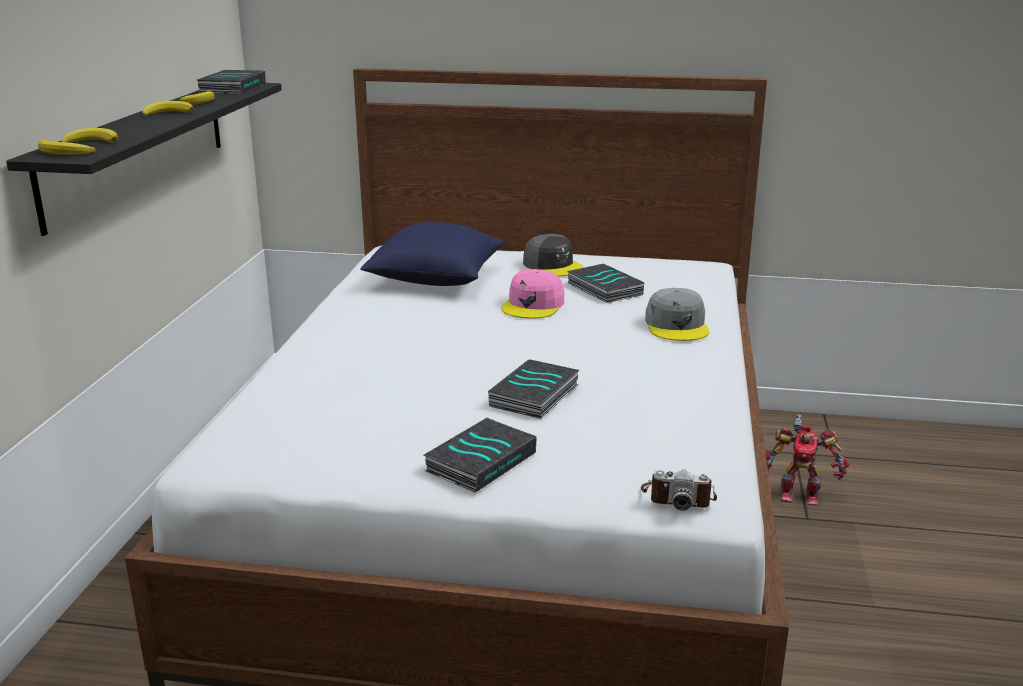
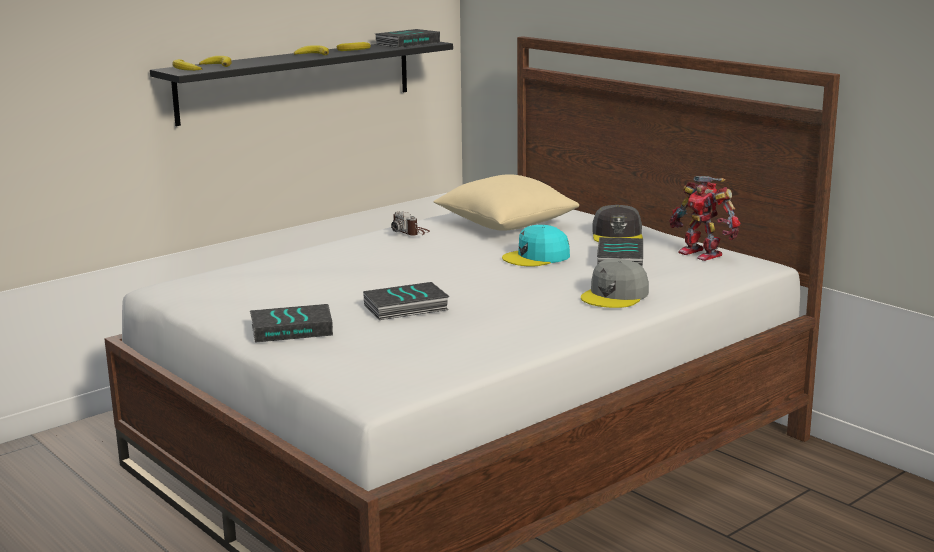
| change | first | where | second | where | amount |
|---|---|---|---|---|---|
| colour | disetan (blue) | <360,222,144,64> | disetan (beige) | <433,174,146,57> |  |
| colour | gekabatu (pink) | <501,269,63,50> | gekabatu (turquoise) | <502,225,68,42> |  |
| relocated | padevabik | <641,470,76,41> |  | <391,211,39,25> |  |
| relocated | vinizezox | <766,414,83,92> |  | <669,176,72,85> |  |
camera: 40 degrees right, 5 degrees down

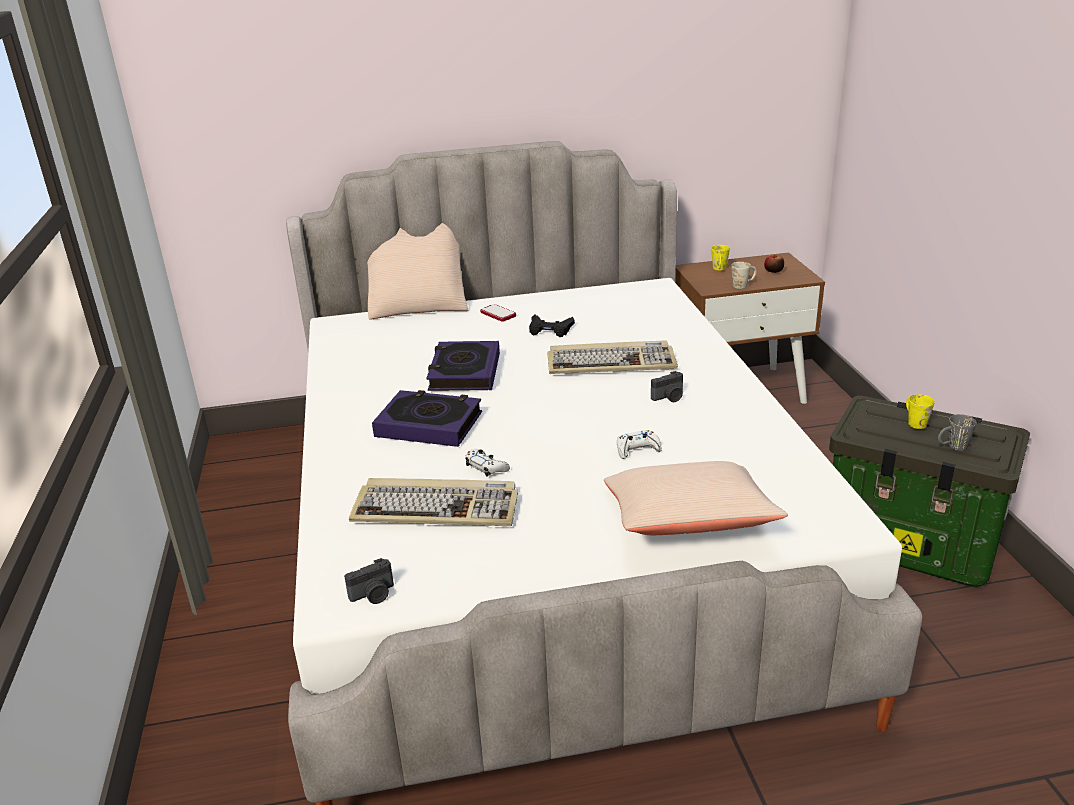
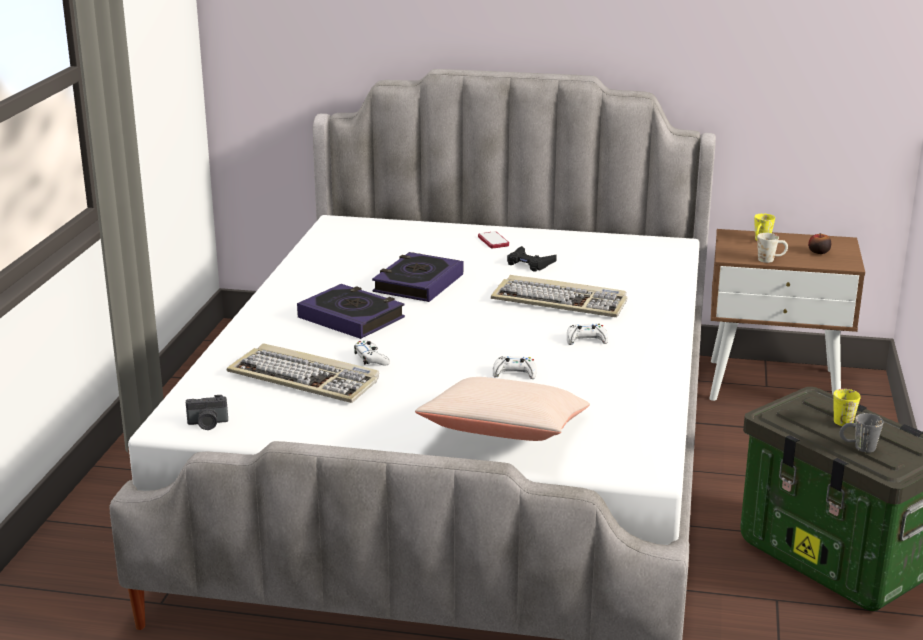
| change | first | where | second | where | amount |
|---|---|---|---|---|---|
| missing | disetan (beige) | <367,223,101,96> |  |  |  |
| exchanged | padevabik | <651,371,32,31> | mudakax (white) | <567,324,41,21> |  |
camera: 20 degrees right, 5 degrees down

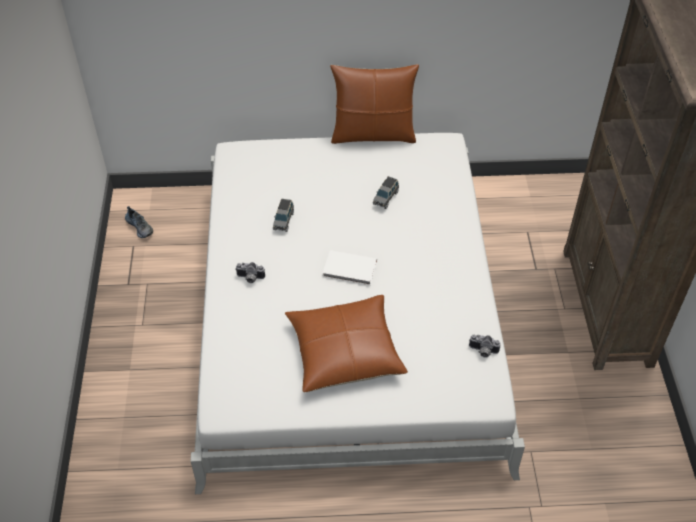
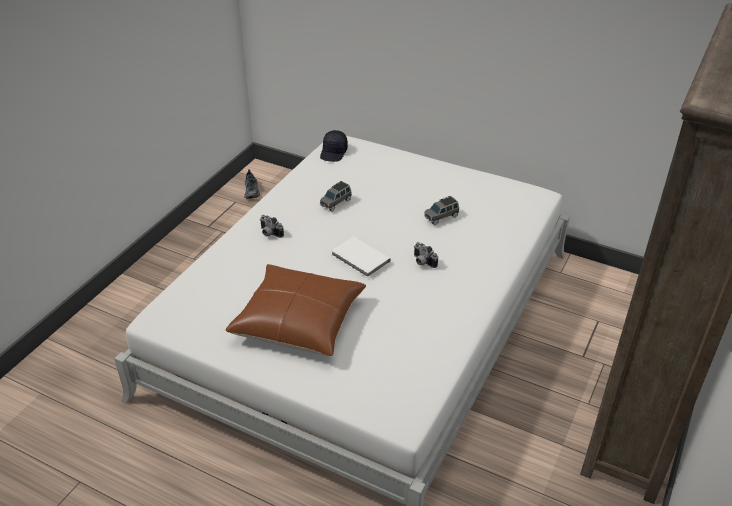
| change | first | where | second | where | amount |
|---|---|---|---|---|---|
| missing | disetan (brown) | <330,64,89,80> |  |  |  |
| relocated | padevabik | <469,335,32,23> |  | <414,242,24,26> |  |
| appeared |  |  | gekabatu (black) | <320,130,28,32> |  |
camera: 30 degrees right, 10 degrees down

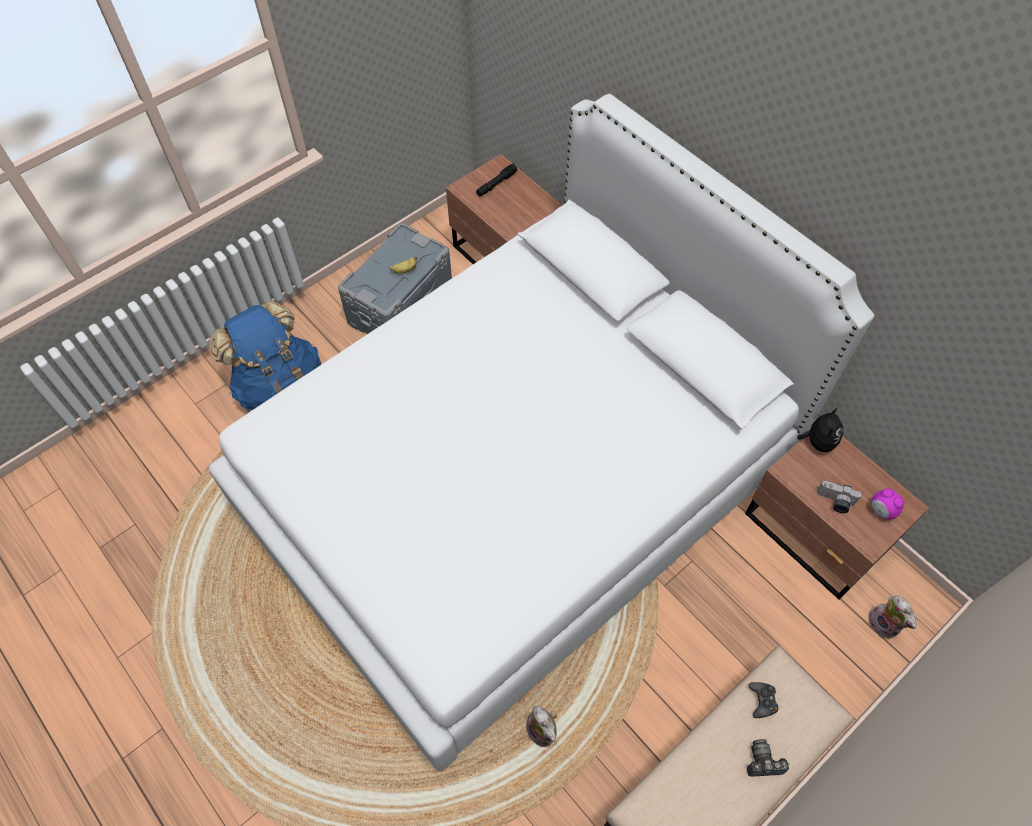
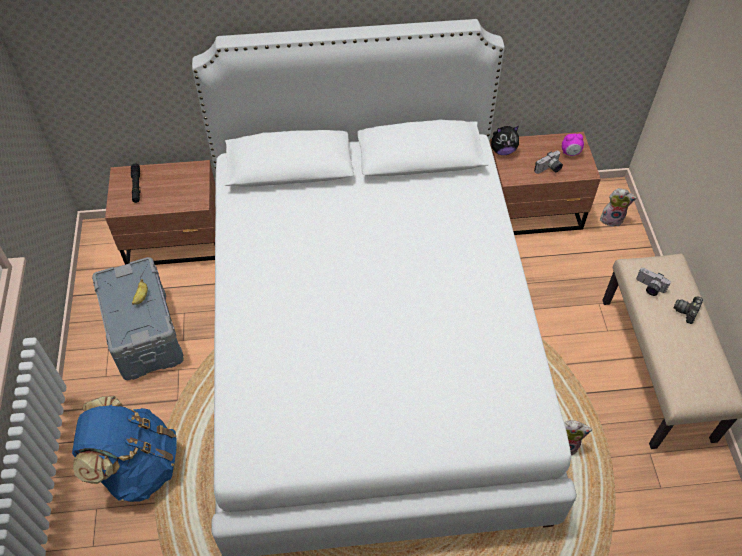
| change | first | where | second | where | amount |
|---|---|---|---|---|---|
| exchanged | mudakax (black) | <748,682,30,36> | padevabik | <636,268,35,28> |  |
| spun | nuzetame | <797,408,47,44> |  | <491,126,28,29> | 120 degrees clockwise |
camera: 55 degrees left, 5 degrees down

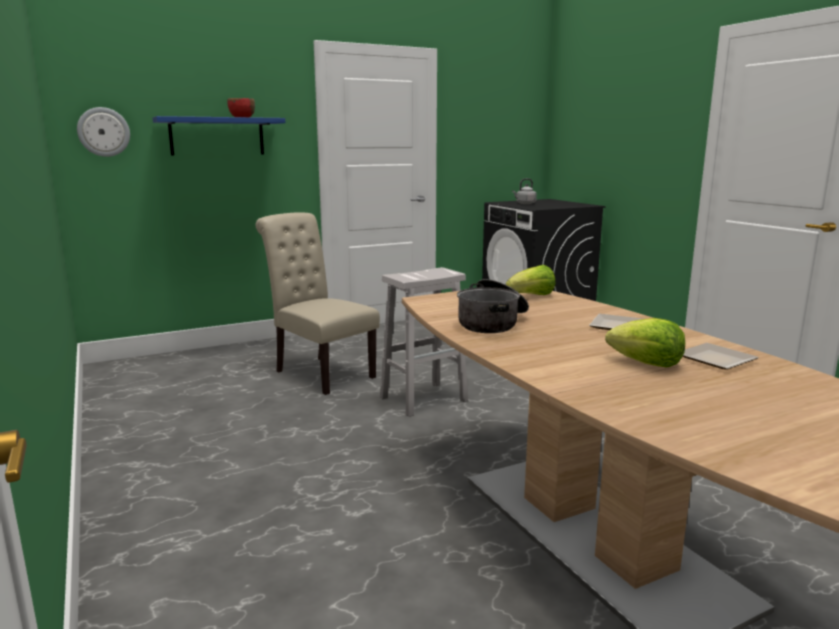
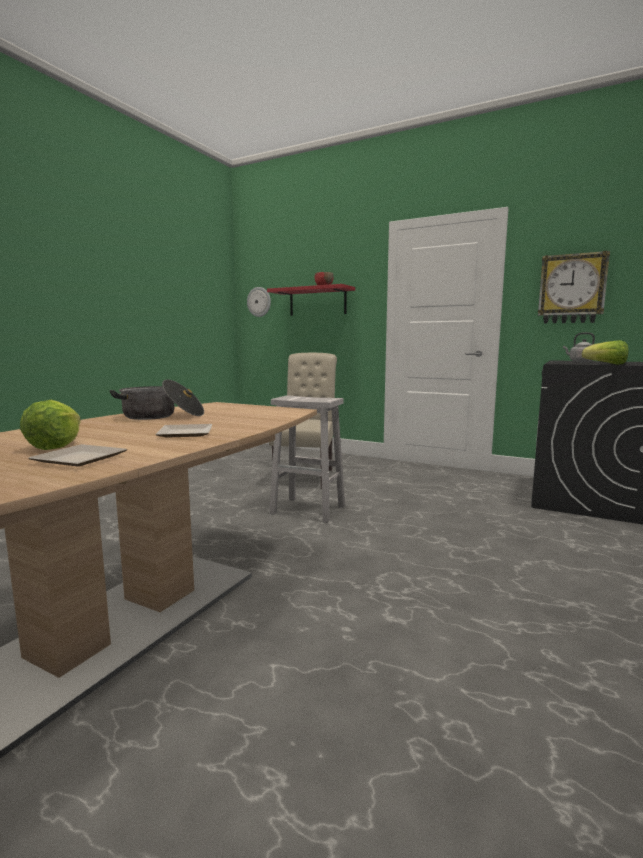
| change | first | where | second | where | amount |
|---|---|---|---|---|---|
| colour | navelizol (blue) | <152,116,133,40> | navelizol (red) | <267,284,88,32> |  |
| relocated | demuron | <506,265,50,30> |  | <582,340,47,25> |  |
| appeared |  |  | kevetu | <538,251,72,73> |  |
camera: 55 degrees right, 5 degrees down

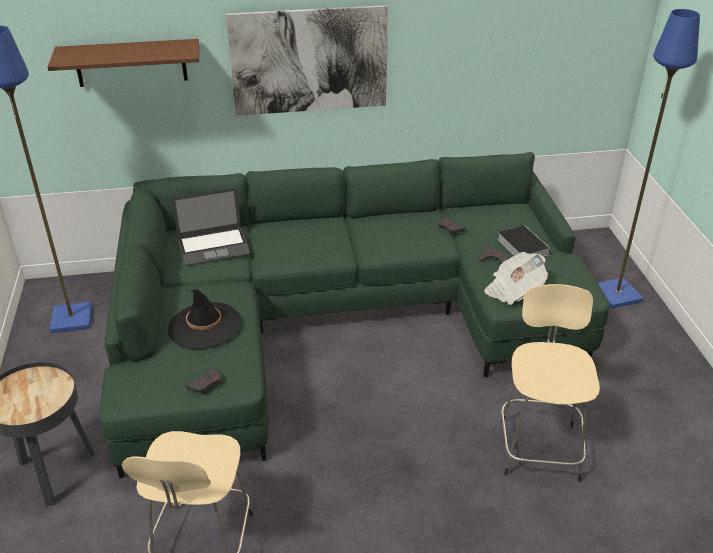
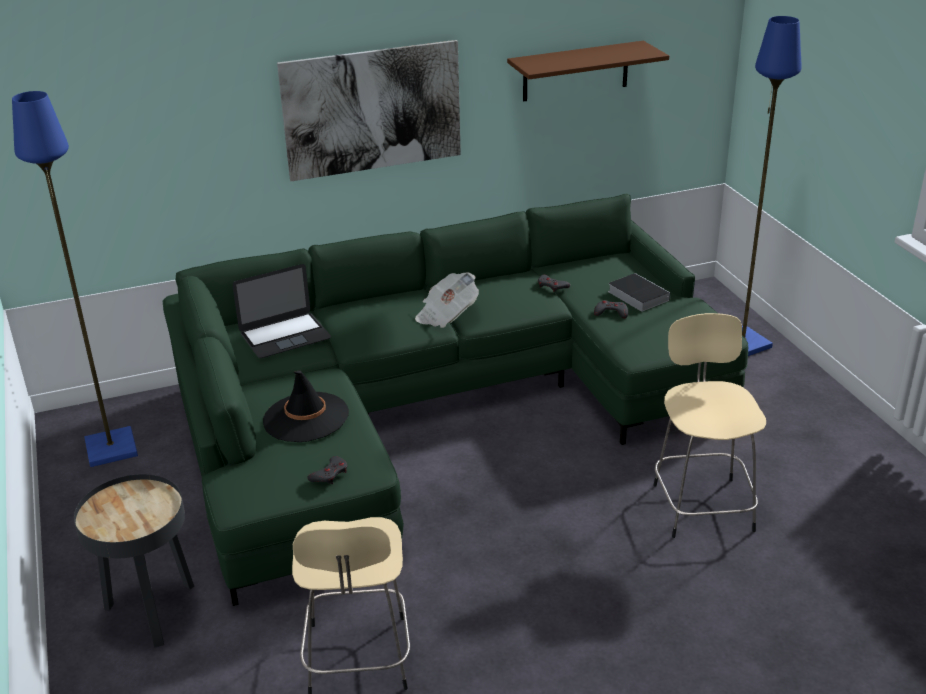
| change | first | where | second | where | amount |
|---|---|---|---|---|---|
| relocated | navelizol (brown) | <48,39,151,48> |  | <507,41,162,60> |  |
| relocated | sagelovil | <484,252,64,53> |  | <415,272,64,56> |  |
camera: 10 degrees left, 5 degrees down

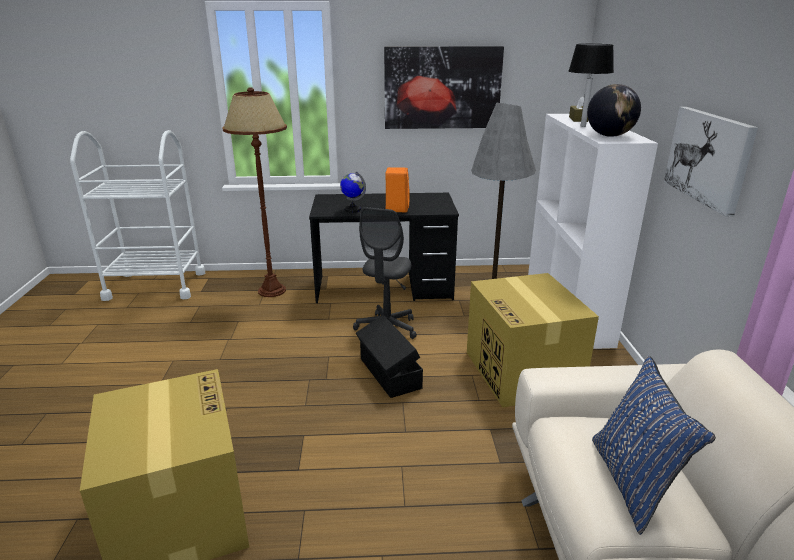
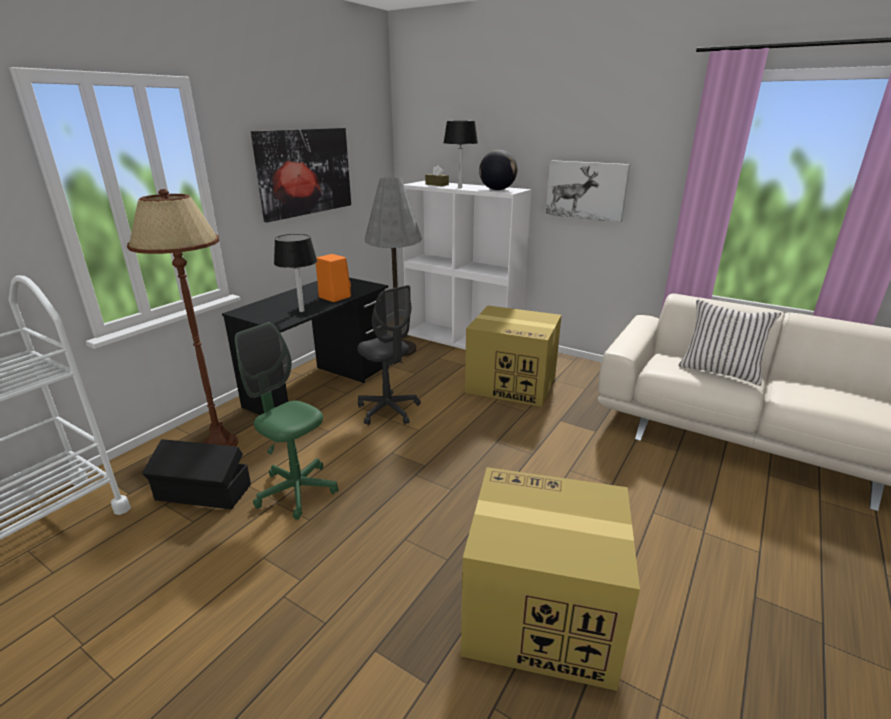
| change | first | where | second | where | amount |
|---|---|---|---|---|---|
| exchanged | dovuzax | <340,171,26,42> | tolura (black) | <274,234,43,78> |  |
| relocated | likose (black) | <356,315,67,83> |  | <142,439,109,70> |  |
| colour | disetan (blue) | <592,356,124,179> | disetan (white) | <678,299,103,87> |  |
| appeared |  |  | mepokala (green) | <235,322,103,198> |  |
camera: 55 degrees left, 0 degrees up

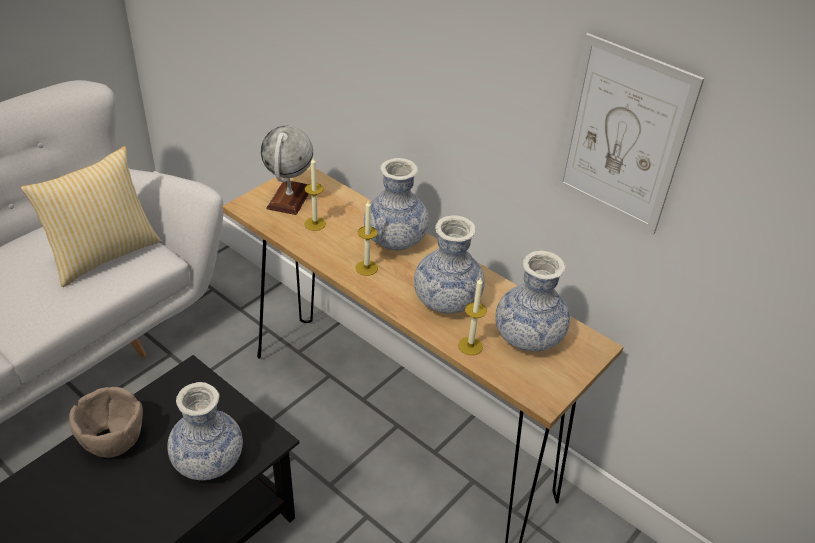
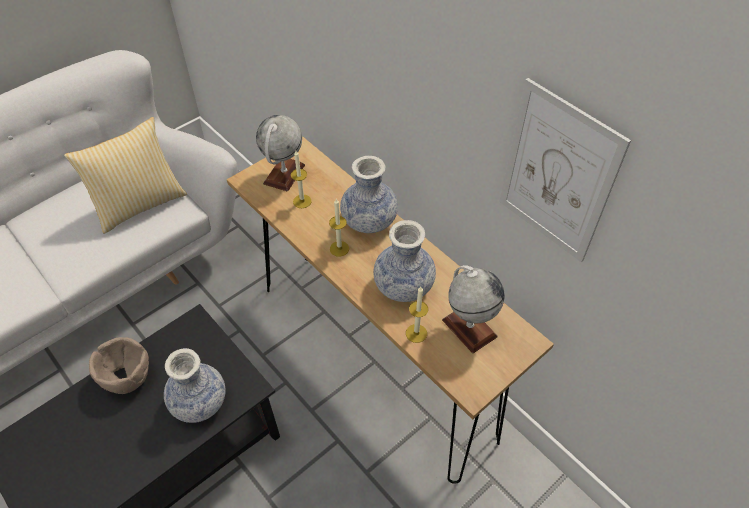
| change | first | where | second | where | amount |
|---|---|---|---|---|---|
| exchanged | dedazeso | <495,251,75,100> | dovuzax | <442,265,63,88> |  |
camera: 10 degrees right, 10 degrees up

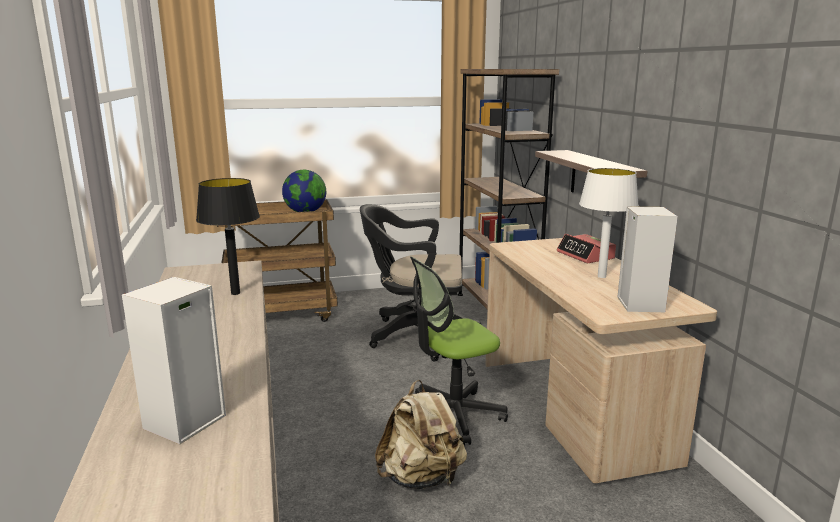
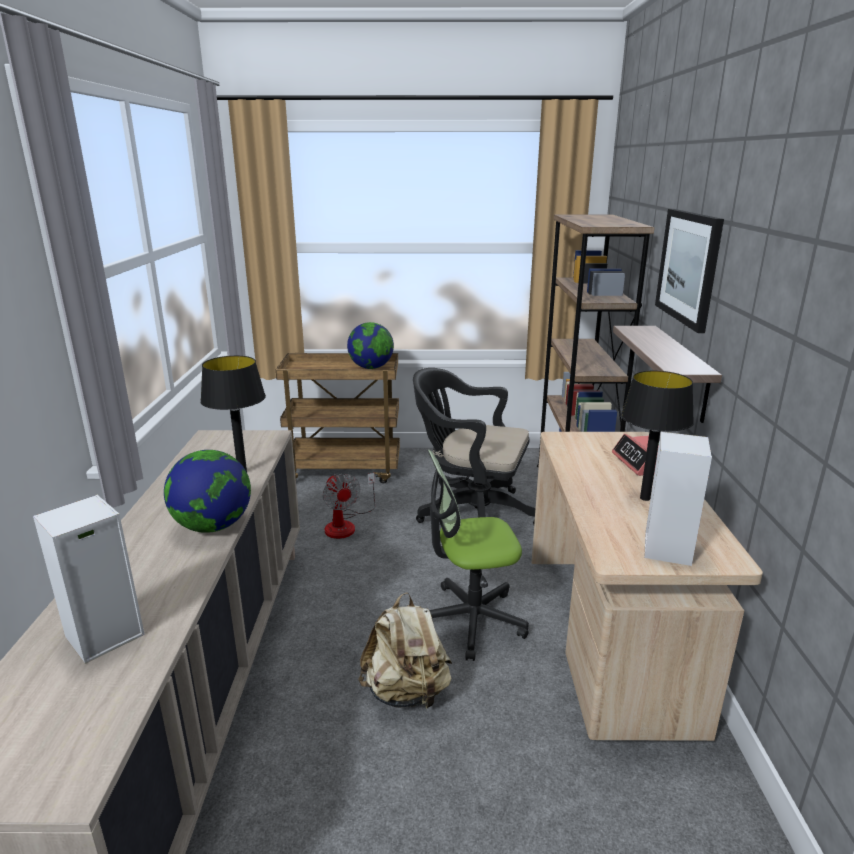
| change | first | where | second | where | amount |
|---|---|---|---|---|---|
| colour | tolura (white) | <579,168,60,110> | tolura (black) | <621,371,73,130> |  |
| appeared |  |  | dovuzax | <164,450,87,83> |  |
| appeared |  |  | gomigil | <322,473,53,66> |  |
| appeared |  |  | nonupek | <655,209,69,124> |  |
camera: 15 degrees right, 5 degrees up

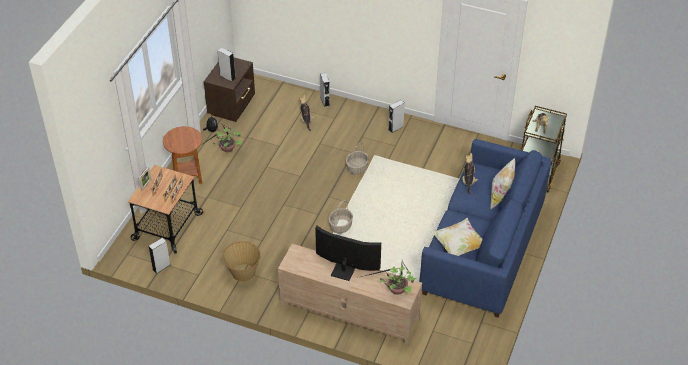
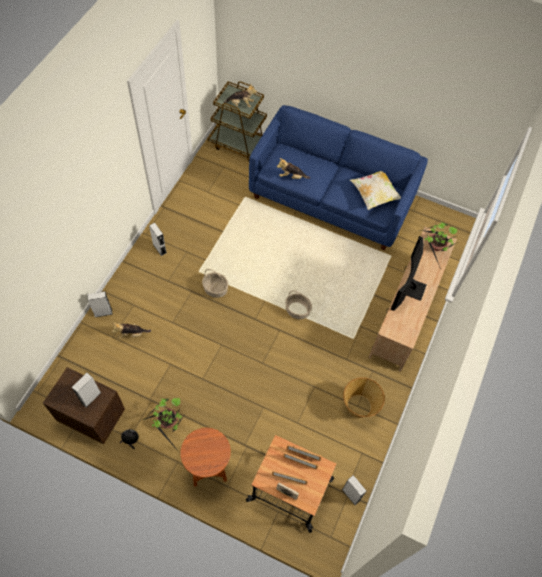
| change | first | where | second | where | amount |
|---|---|---|---|---|---|
| missing | disetan | <491,158,24,51> |  |  |  |
camera: 90 degrees left, 15 degrees up

